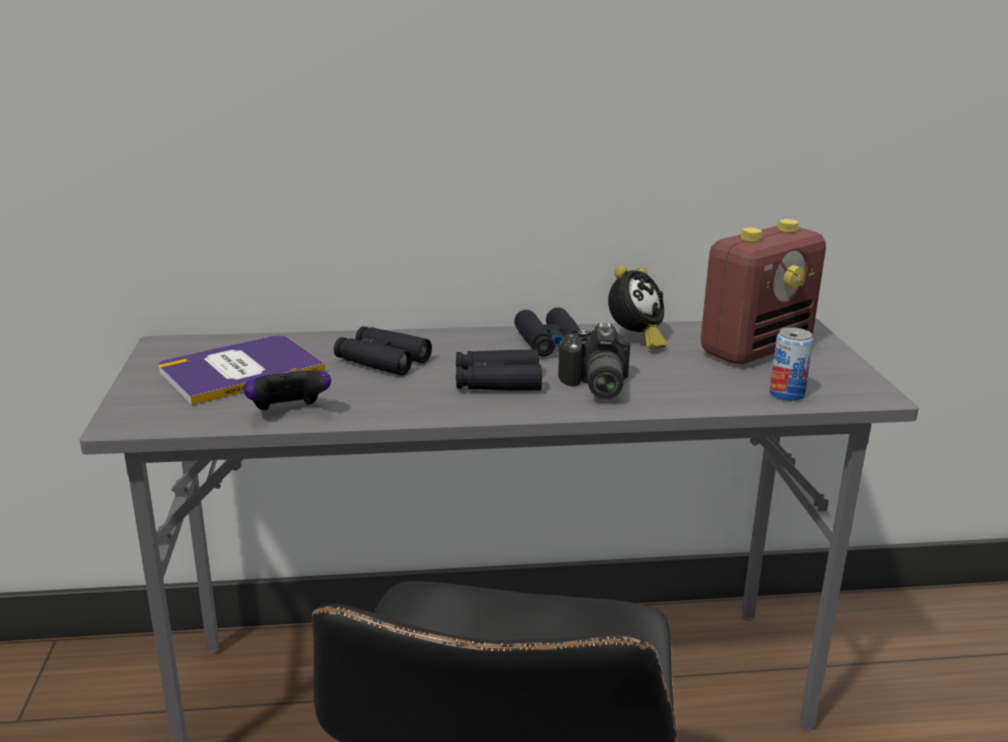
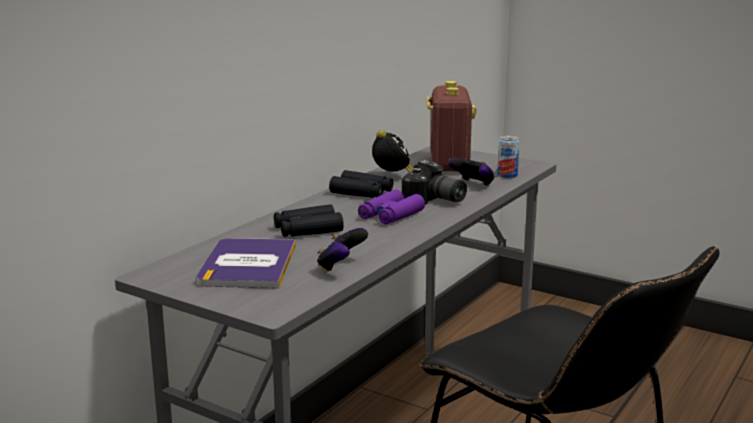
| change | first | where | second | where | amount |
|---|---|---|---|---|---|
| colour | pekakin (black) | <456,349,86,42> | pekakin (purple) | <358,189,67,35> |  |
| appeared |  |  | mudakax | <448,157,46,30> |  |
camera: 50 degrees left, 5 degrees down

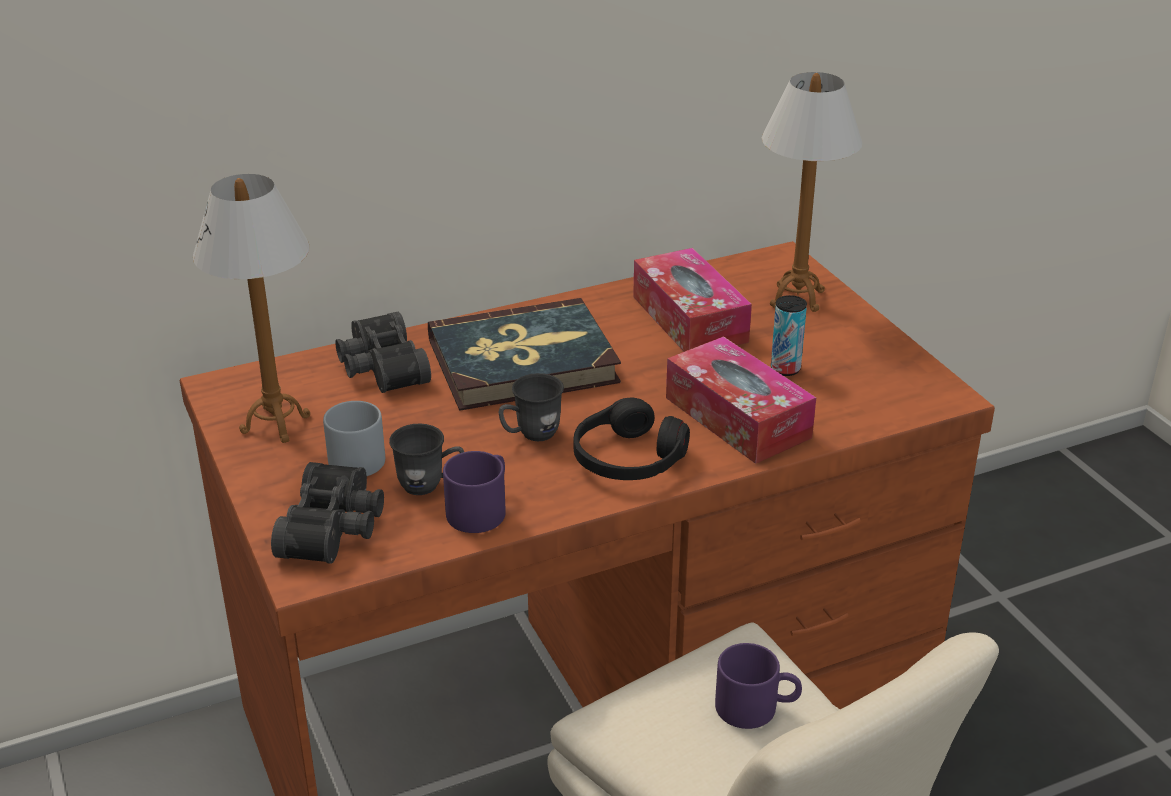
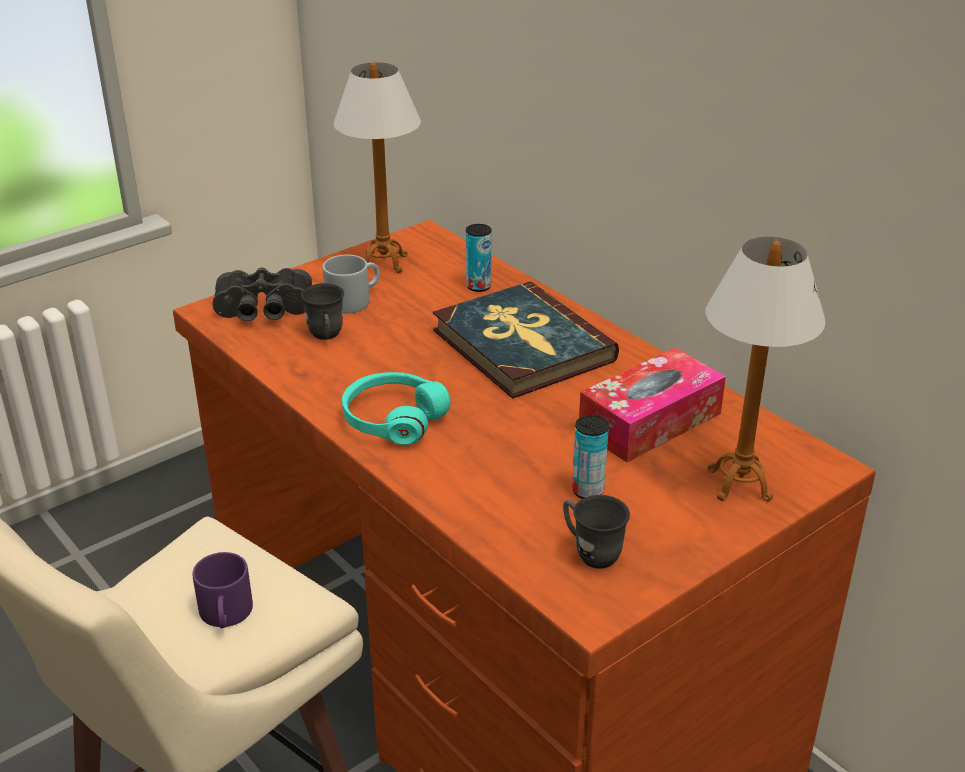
| change | first | where | second | where | amount |
|---|---|---|---|---|---|
| exchanged | pekakin (black) | <335,312,96,81> | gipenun | <466,224,26,68> |  |
| missing | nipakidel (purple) | <443,451,63,82> |  |  |  |
| relocated | nipakidel (grey) | <498,373,66,68> |  | <563,495,67,74> |  |
| colour | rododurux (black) | <574,397,116,83> | rododurux (turquoise) | <342,372,108,73> |  |
| missing | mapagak | <666,336,150,128> |  |  |  |
camera: 75 degrees right, 0 degrees up

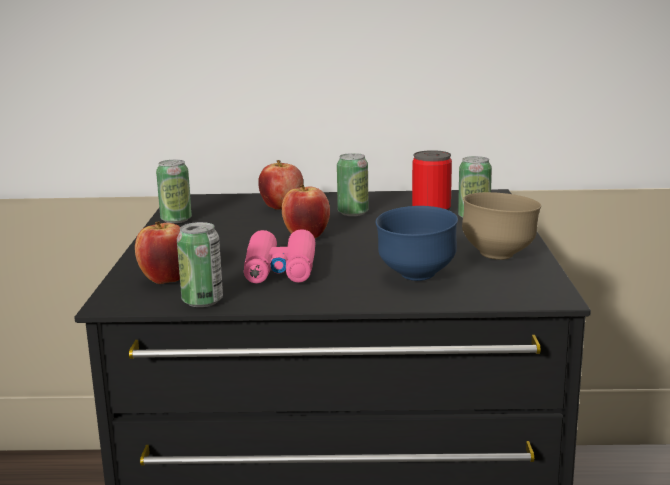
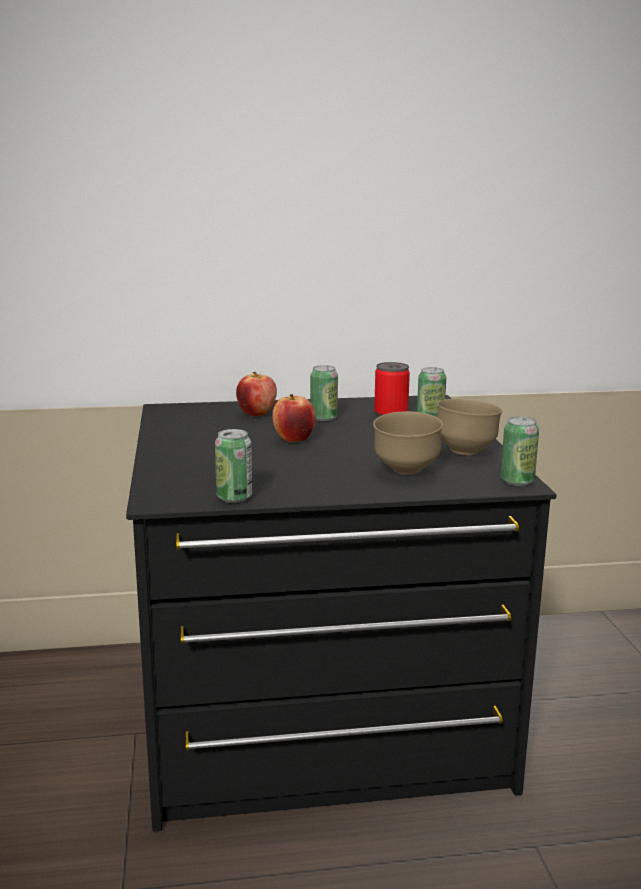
| change | first | where | second | where | amount |
|---|---|---|---|---|---|
| missing | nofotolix | <135,221,45,63> |  |  |  |
| relocated | gipenun | <156,160,36,63> |  | <501,417,38,69> |  |
| missing | pekakin (pink) | <244,229,72,54> |  |  |  |
| colour | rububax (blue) | <376,206,82,75> | rububax (brown) | <373,411,70,64> |  |
camera: 10 degrees left, 0 degrees up

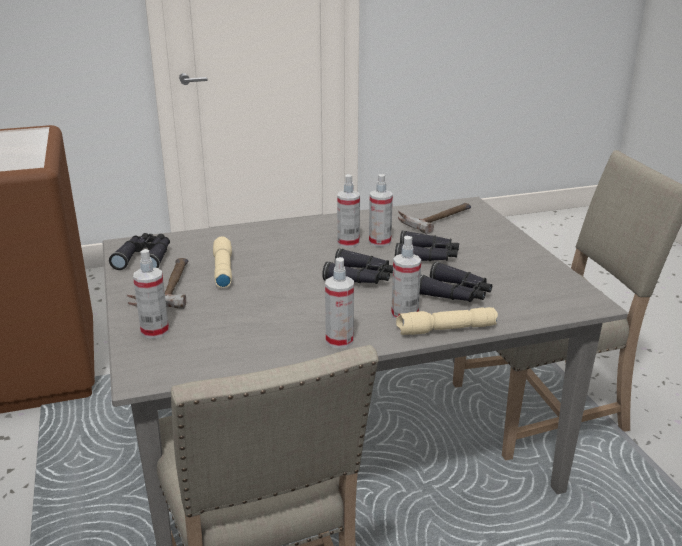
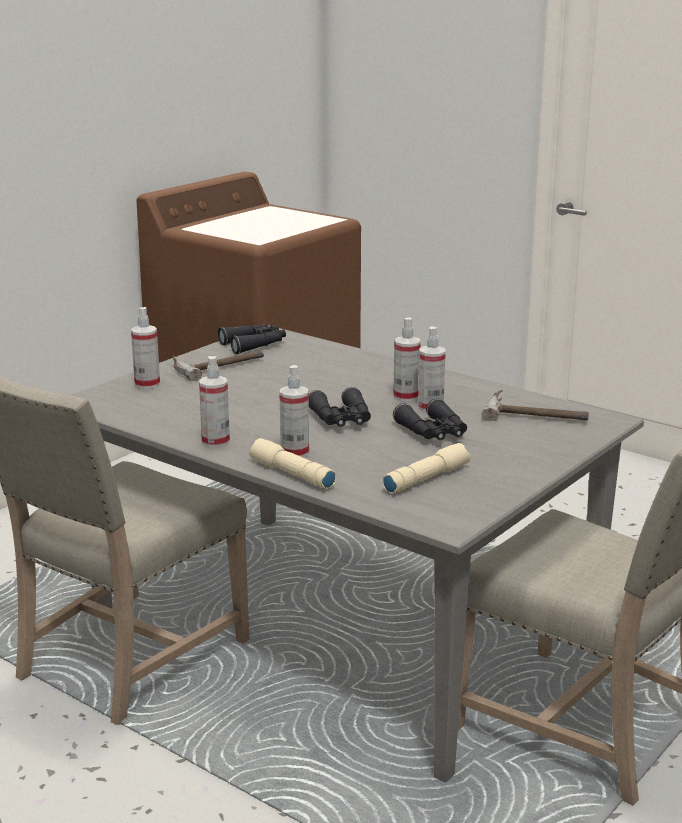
| change | first | where | second | where | amount |
|---|---|---|---|---|---|
| relocated | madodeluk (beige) | <213,236,19,52> |  | <383,443,88,50> |  |
| missing | pekakin (black) | <420,262,72,40> |  |  |  |
camera: 55 degrees right, 5 degrees down

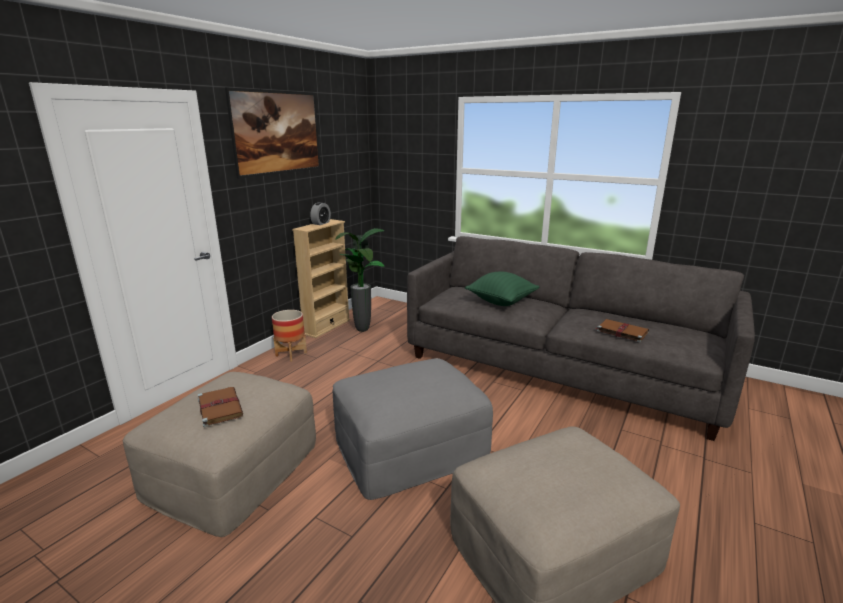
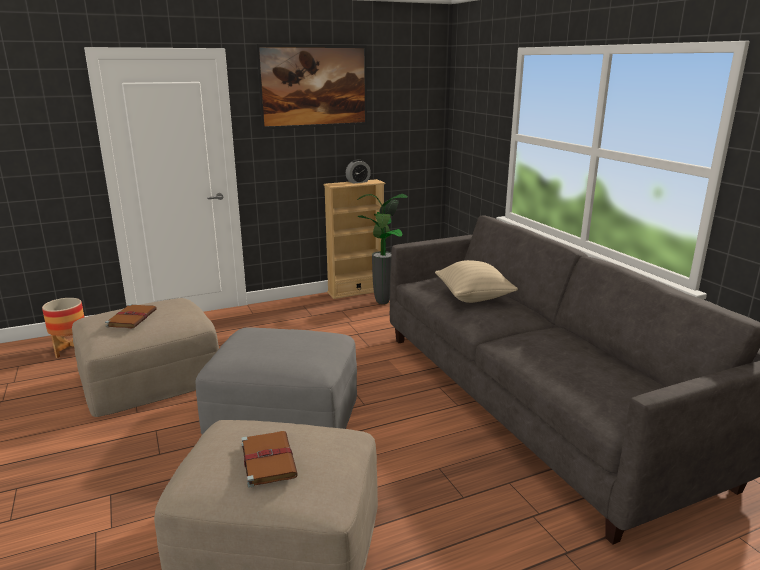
| change | first | where | second | where | amount |
|---|---|---|---|---|---|
| relocated | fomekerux | <272,310,35,52> |  | <42,298,42,60> |  |
| colour | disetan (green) | <465,272,74,34> | disetan (beige) | <435,260,83,43> |  |
| relocated | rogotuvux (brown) | <595,319,54,23> |  | <242,431,56,57> |  |
camera: 35 degrees right, 0 degrees up

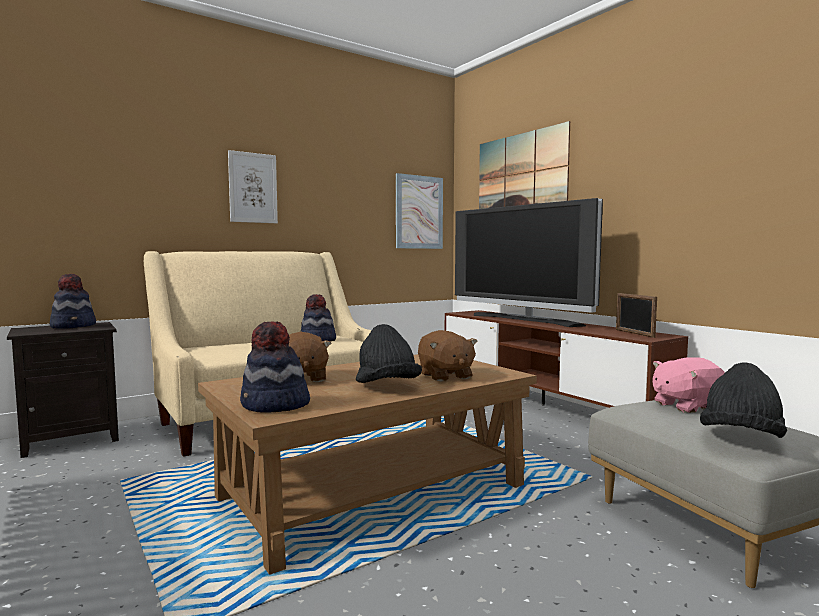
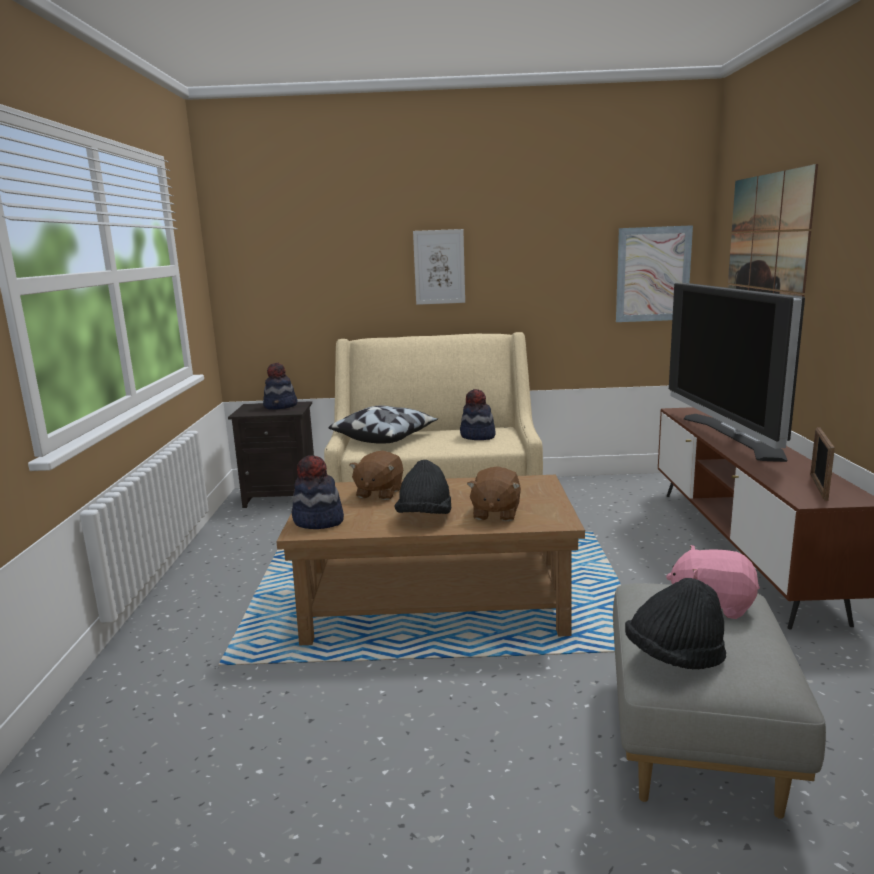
| change | first | where | second | where | amount |
|---|---|---|---|---|---|
| appeared |  |  | disetan | <328,405,110,39> |  |
camera: 35 degrees right, 10 degrees up

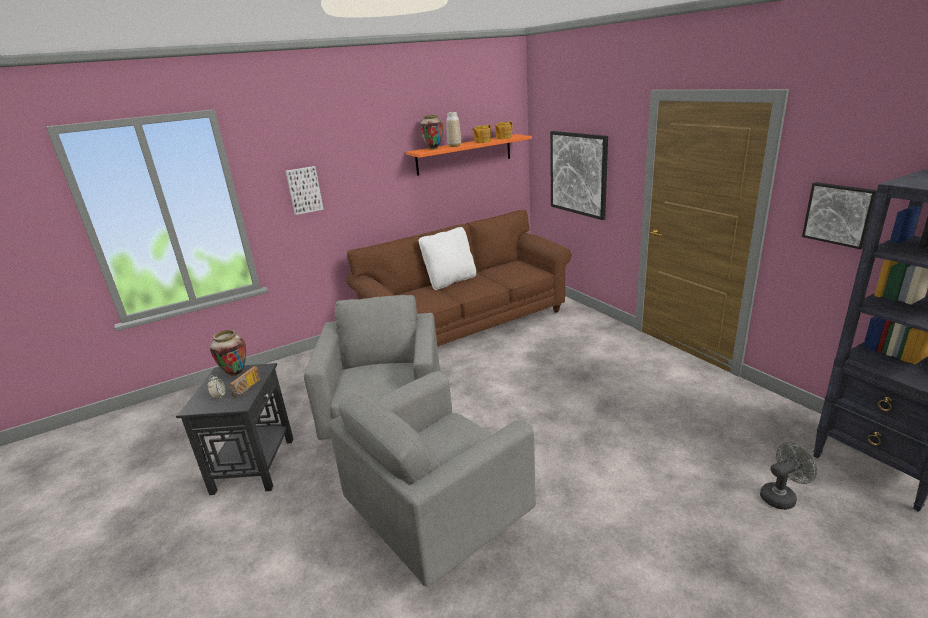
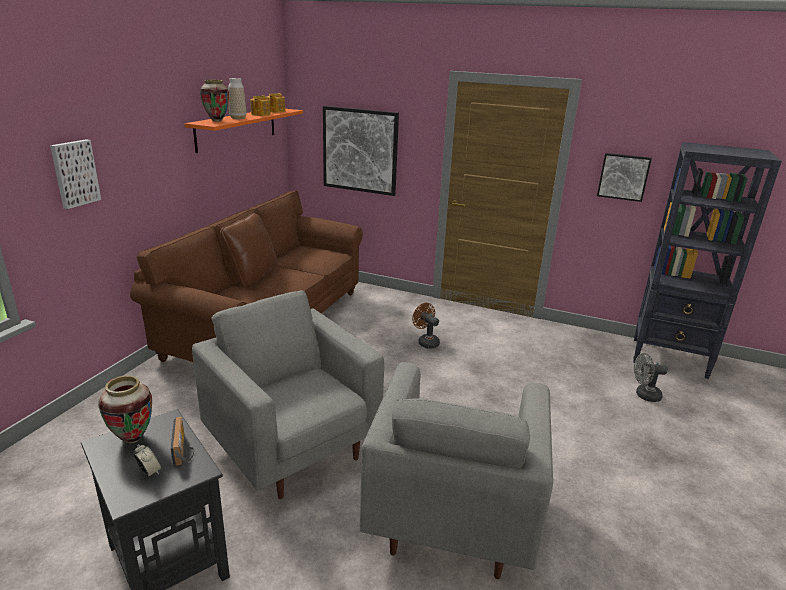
| change | first | where | second | where | amount |
|---|---|---|---|---|---|
| colour | disetan (white) | <419,227,57,63> | disetan (brown) | <220,213,58,76> |  |
| spun | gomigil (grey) | <760,442,57,68> |  | <634,353,34,49> | 120 degrees counterclockwise |
| appeared |  |  | gomigil (brown) | <412,303,28,45> |  |
camera: 40 degrees left, 0 degrees up

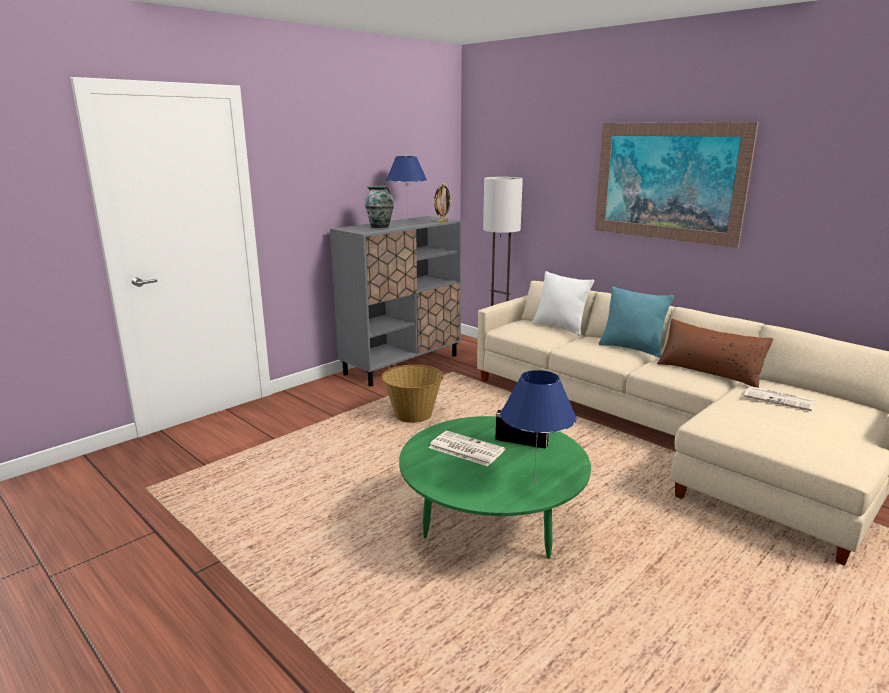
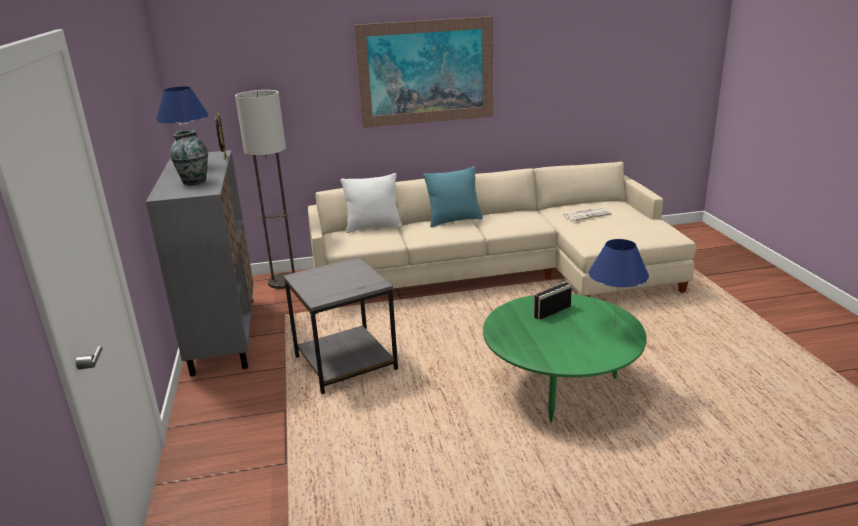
| change | first | where | second | where | amount |
|---|---|---|---|---|---|
| exchanged | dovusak | <381,365,63,58> | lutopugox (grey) | <283,257,115,137> |  |
| missing | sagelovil | <428,431,77,35> |  |  |  |
| missing | disetan (brown) | <657,319,116,69> |  |  |  |
camera: 55 degrees left, 5 degrees up

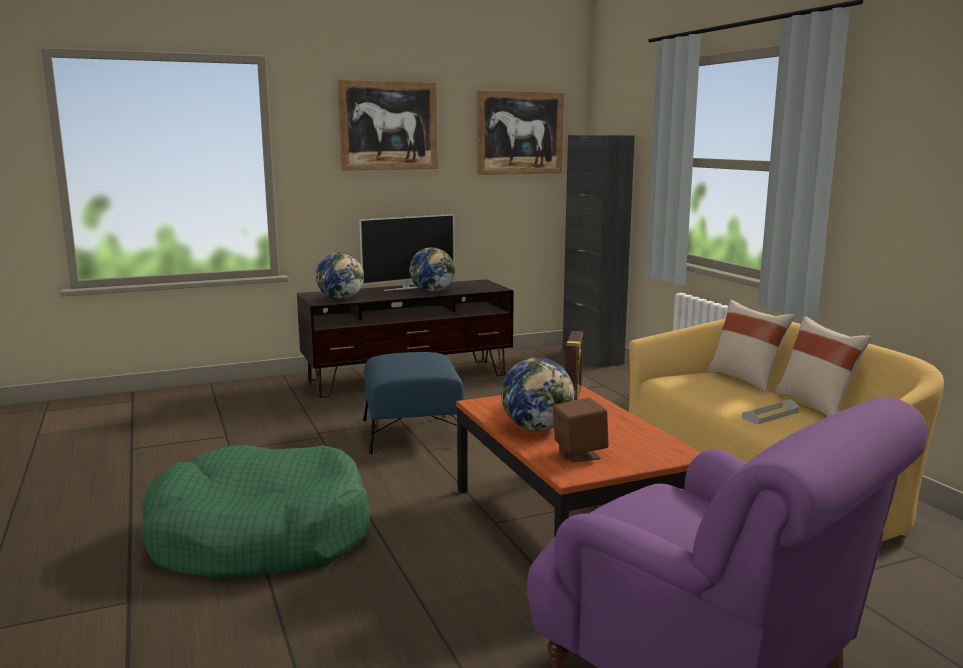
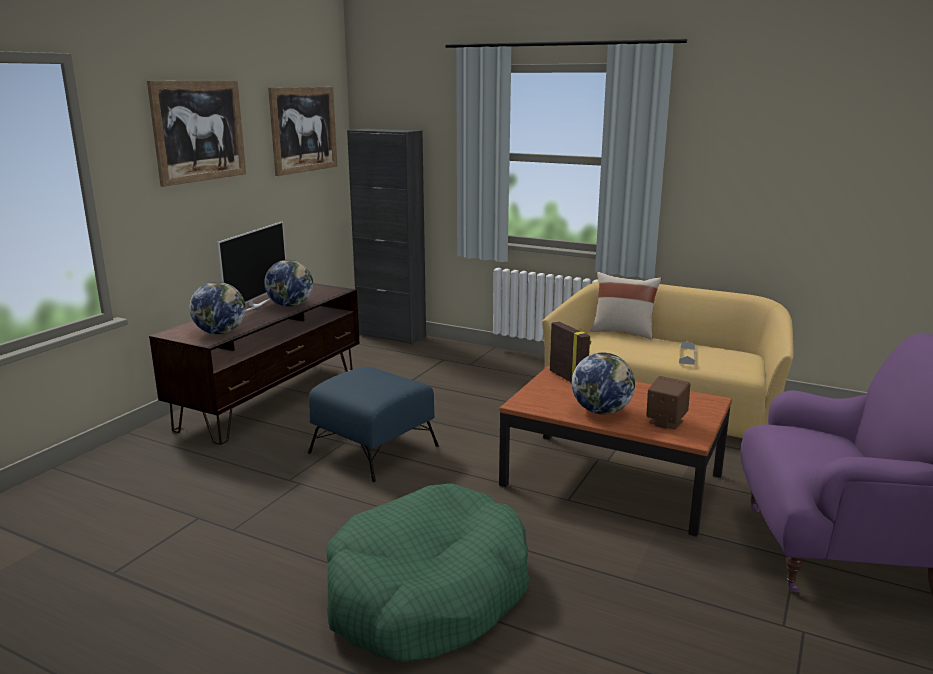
| change | first | where | second | where | amount |
|---|---|---|---|---|---|
| missing | disetan (beige) | <775,316,96,101> |  |  |  |
camera: 40 degrees left, 5 degrees up

